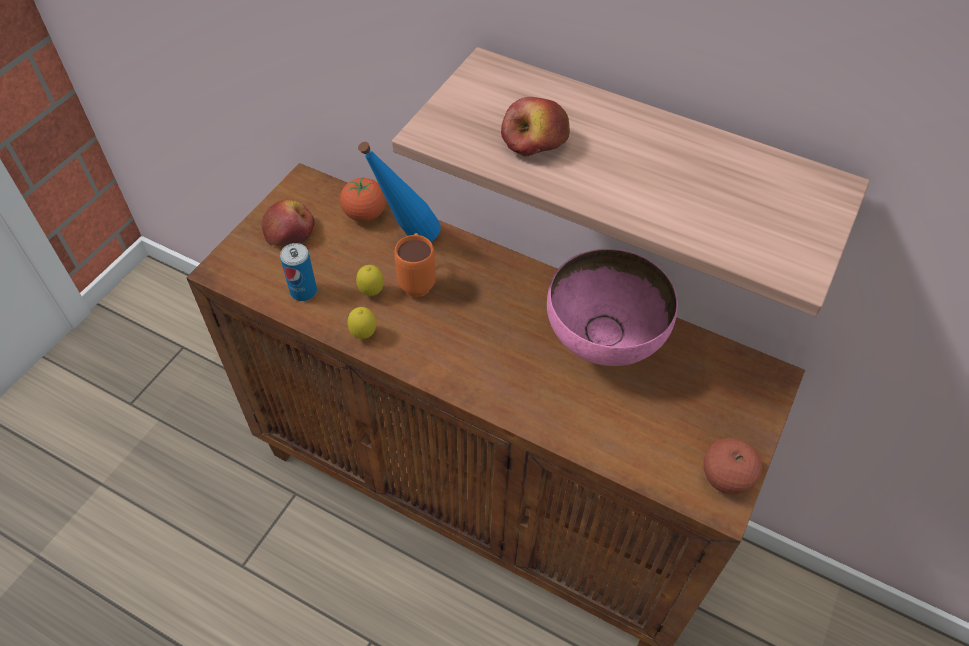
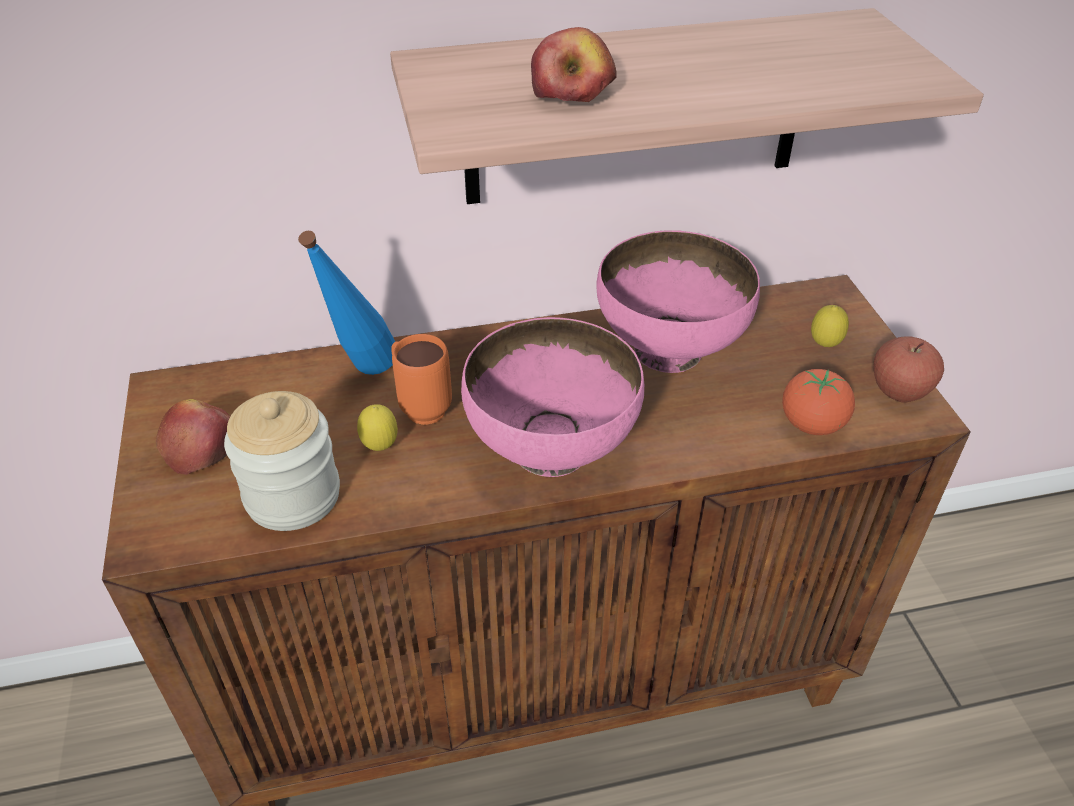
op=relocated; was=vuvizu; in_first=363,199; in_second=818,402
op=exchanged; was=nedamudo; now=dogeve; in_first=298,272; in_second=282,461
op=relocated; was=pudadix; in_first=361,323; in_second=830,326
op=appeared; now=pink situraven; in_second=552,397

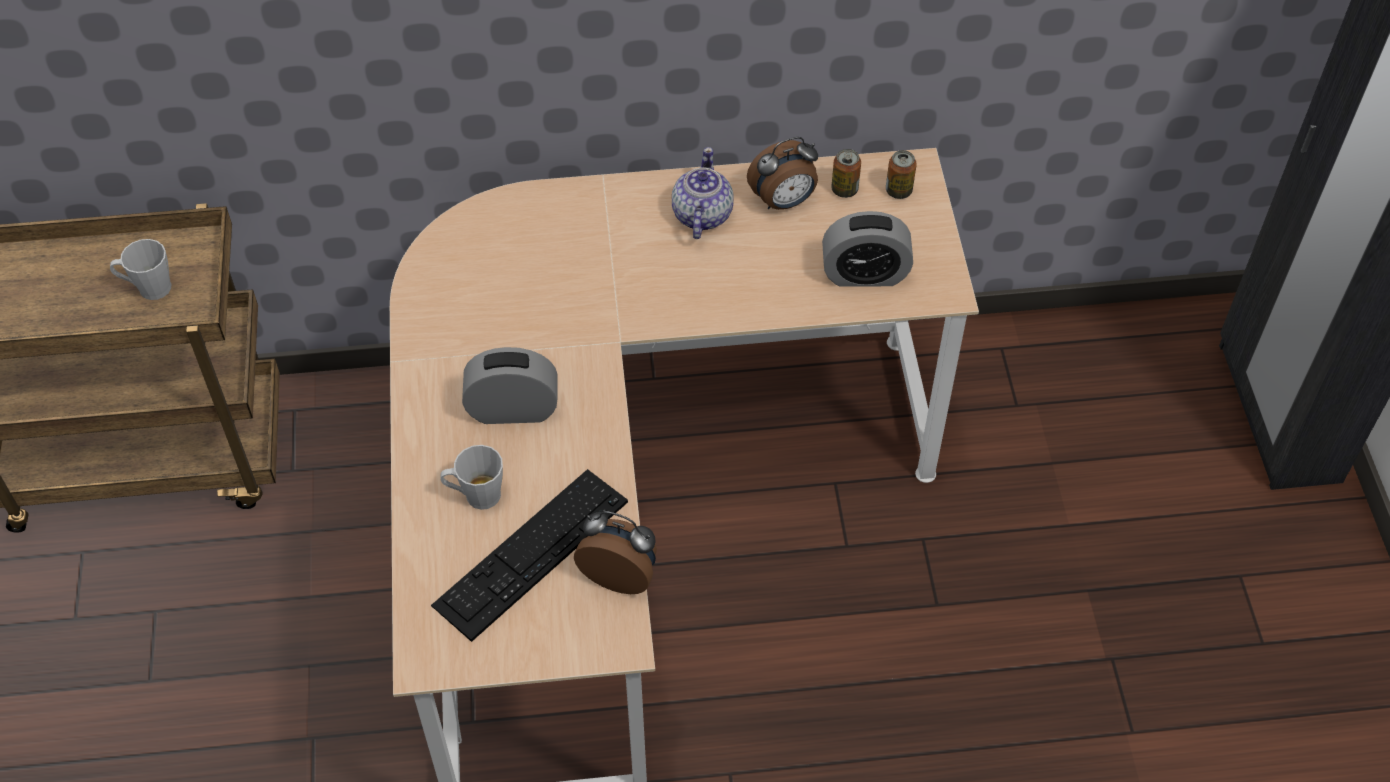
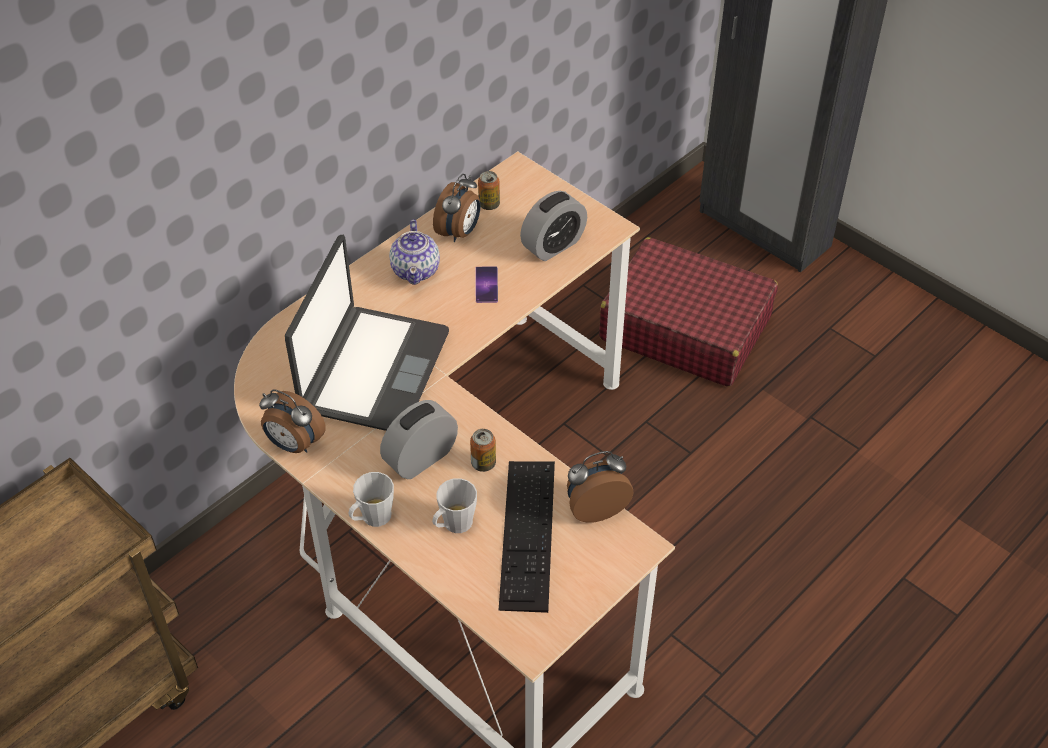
op=spun; was=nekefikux; in_first=702,193; in_second=414,252; clockwise=-150
op=relocated; was=nedamudo; in_first=901,174; in_second=483,450
op=relocated; was=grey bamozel; in_first=140,269; in_second=371,499
op=appeared; now=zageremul; in_second=367,333
op=appeared; now=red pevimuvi; in_second=688,312
op=appeared; now=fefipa; in_second=487,284
op=appeared; now=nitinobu; in_second=292,421

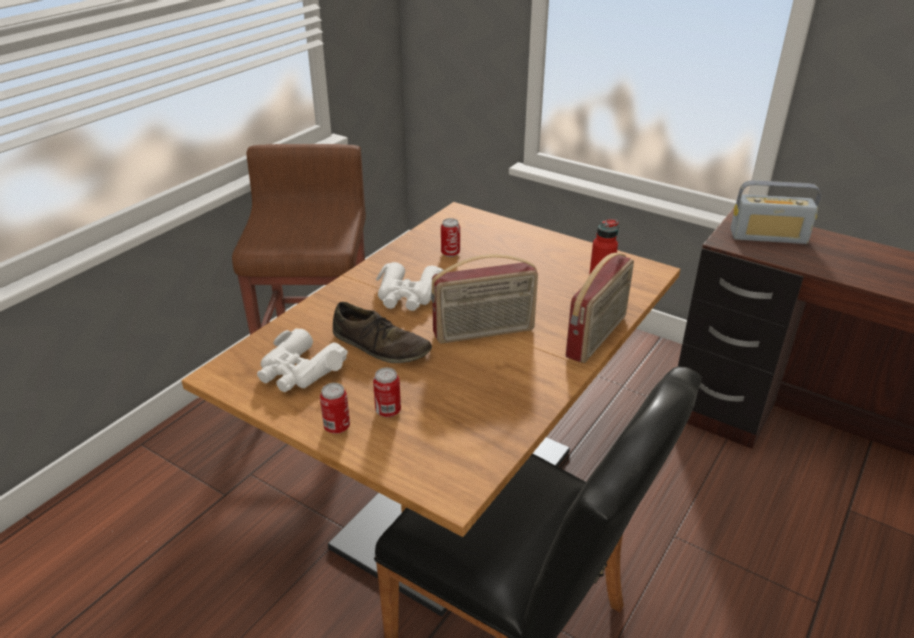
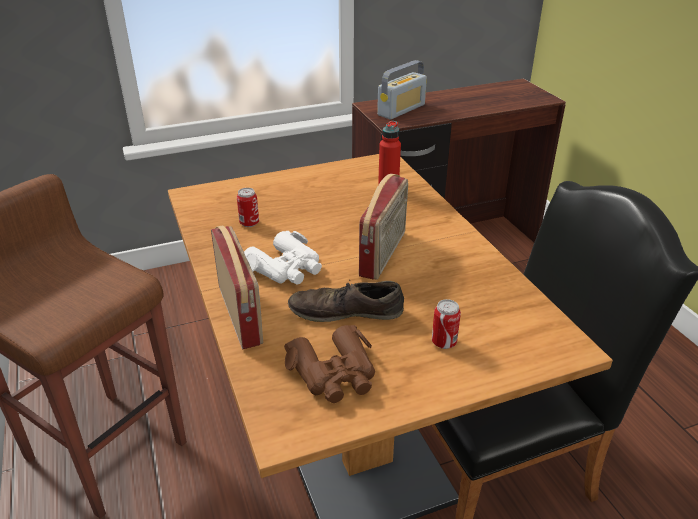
op=relocated; was=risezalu; in_first=600,308; in_second=237,287
op=spun; was=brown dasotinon; in_first=382,332; in_second=346,301; clockwise=-150
op=colour; was=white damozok; now=brown damozok; in_first=302,360; in_second=329,364
op=missing; was=nedamudo; in_first=335,408

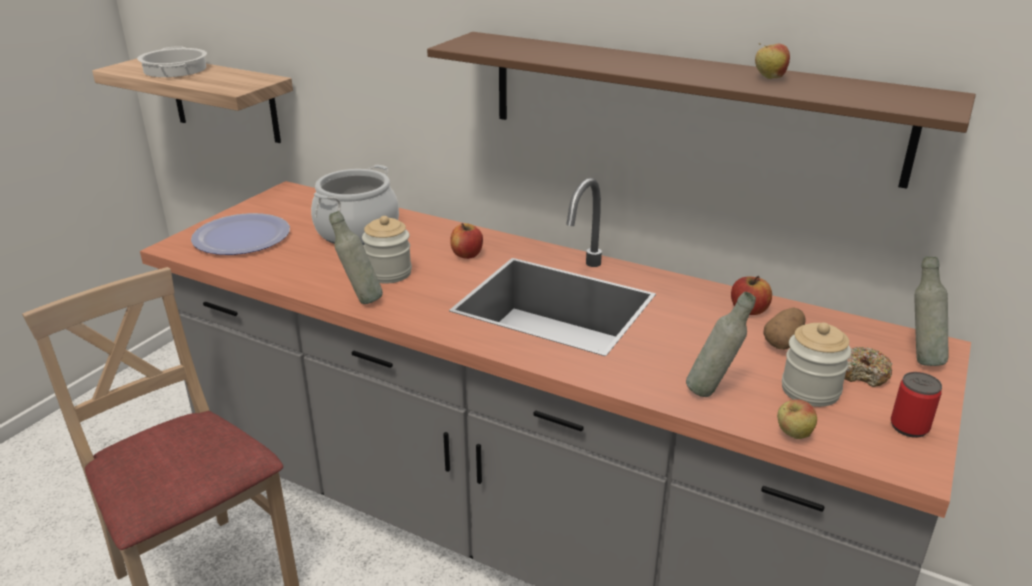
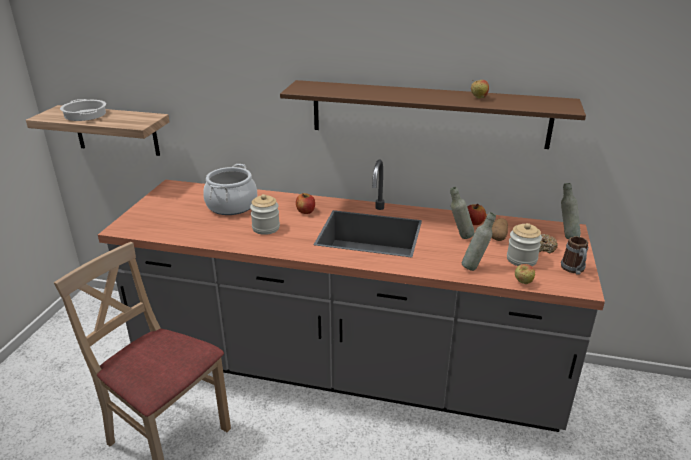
op=relocated; was=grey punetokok; in_first=356,257; in_second=462,213
op=missing; was=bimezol; in_first=240,234
op=exchanged; was=nedamudo; now=bamozel; in_first=916,405; in_second=574,255

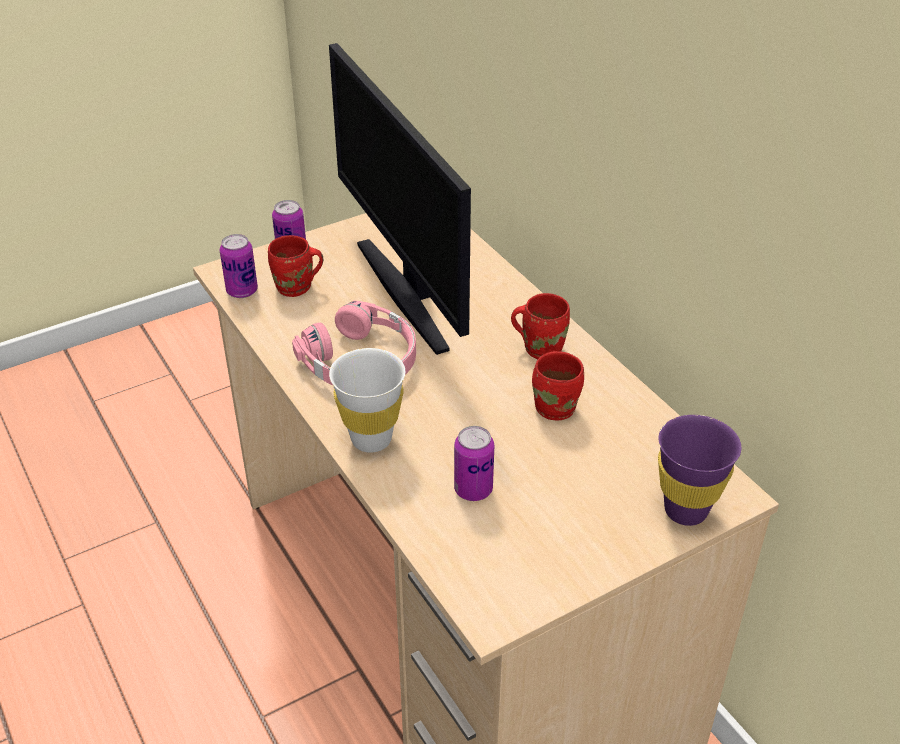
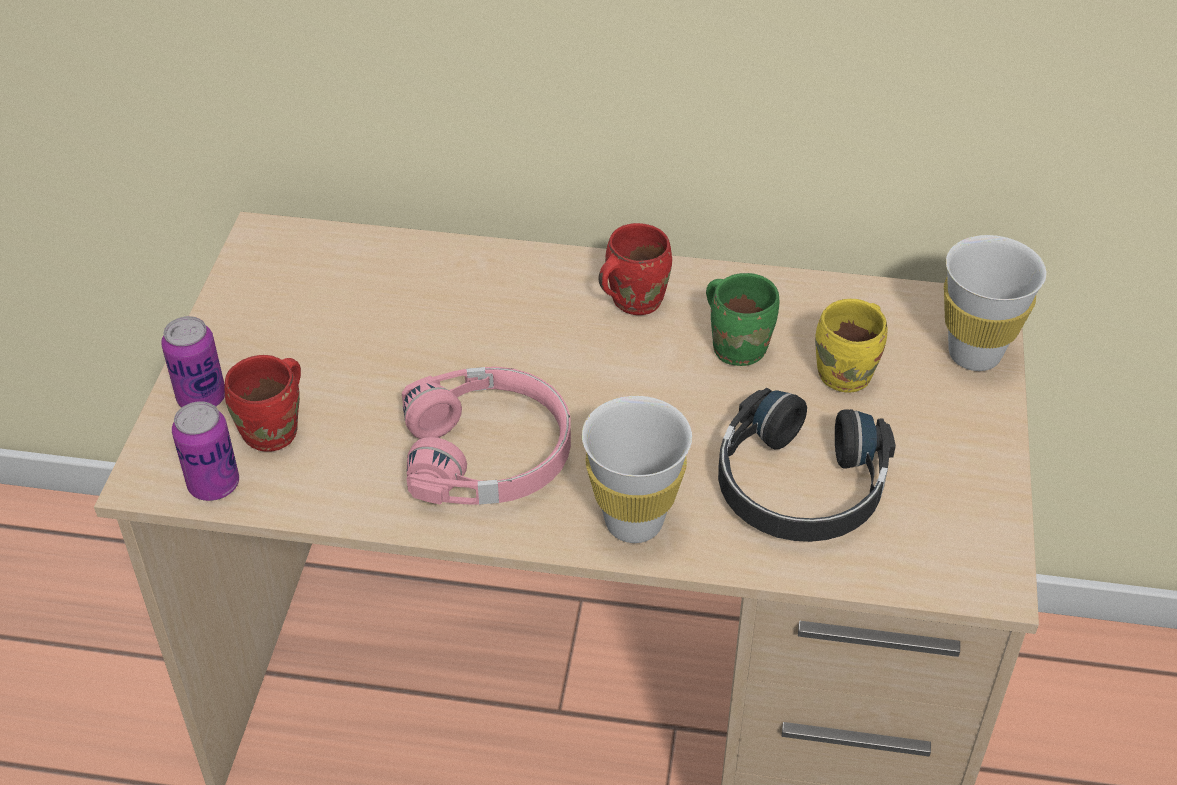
op=missing; was=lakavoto; in_first=400,199
op=colour; was=red bamozel; now=green bamozel; in_first=558,385; in_second=742,319
op=colour; was=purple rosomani; now=white rosomani; in_first=699,470; in_second=995,303
op=exchanged; was=nedamudo; now=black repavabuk; in_first=474,463; in_second=807,465
op=appeared; now=yellow bamozel; in_second=851,345

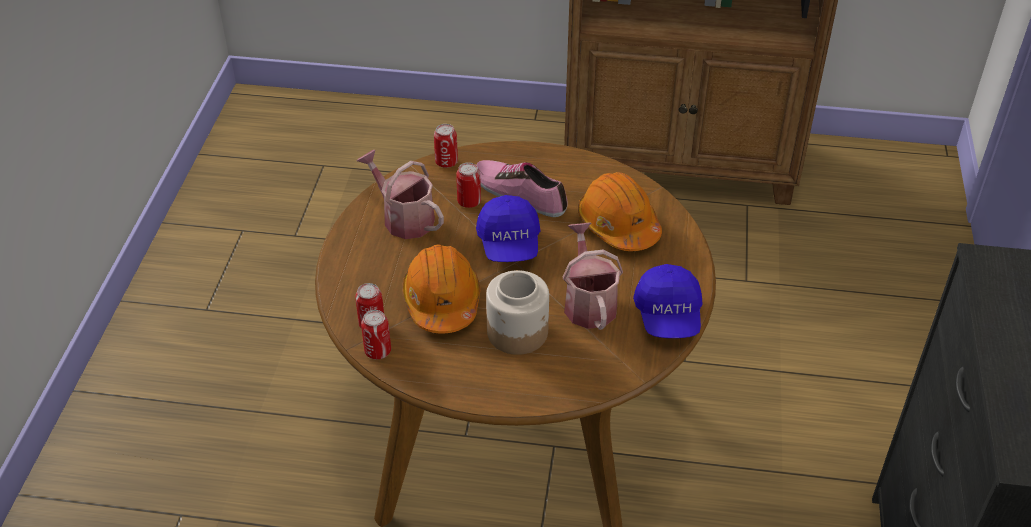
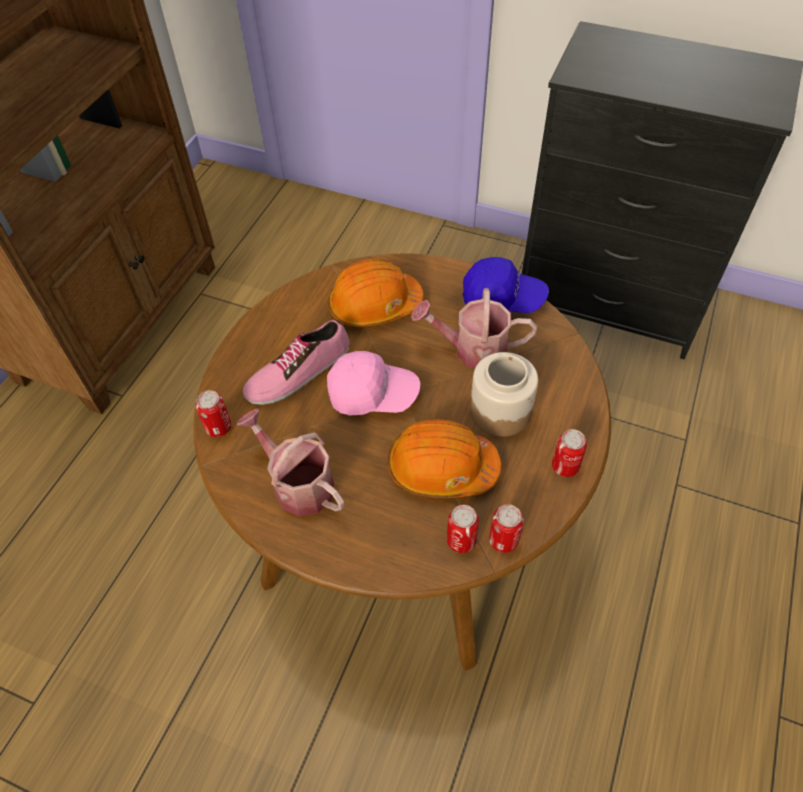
op=spun; was=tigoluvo; in_first=400,194; in_second=290,462; clockwise=75
op=relocated; was=nedamudo; in_first=468,185; in_second=569,453
op=colour; was=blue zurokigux; now=pink zurokigux; in_first=508,228; in_second=373,383

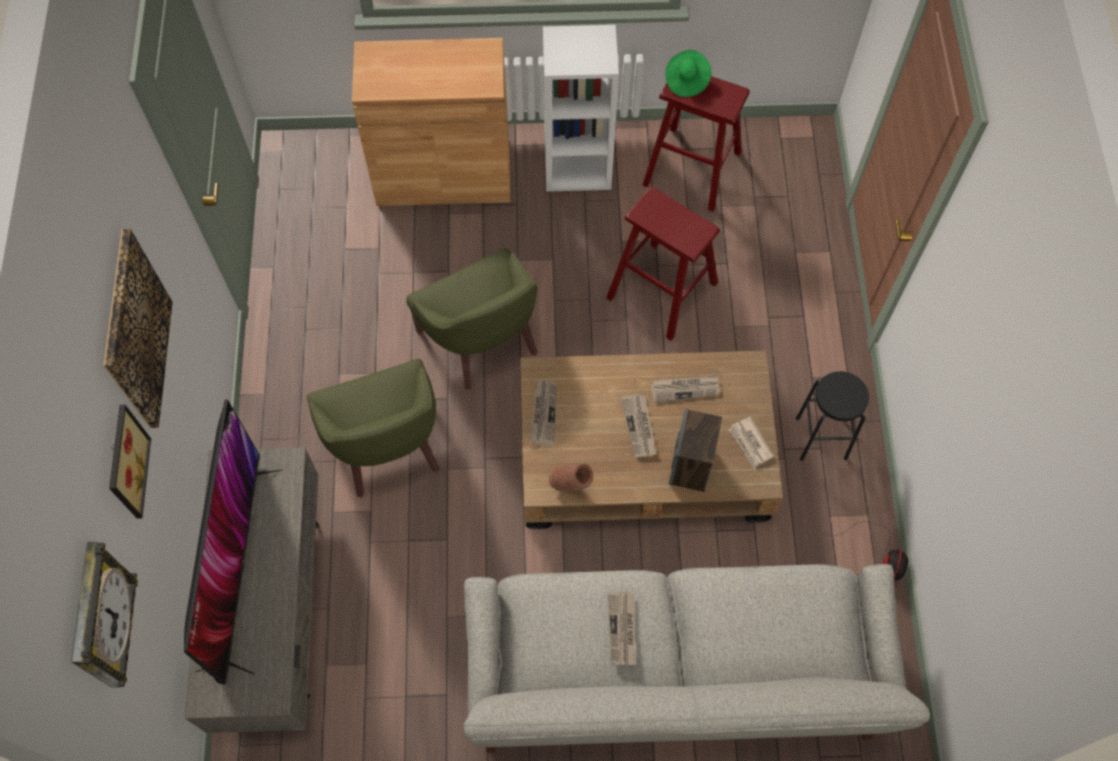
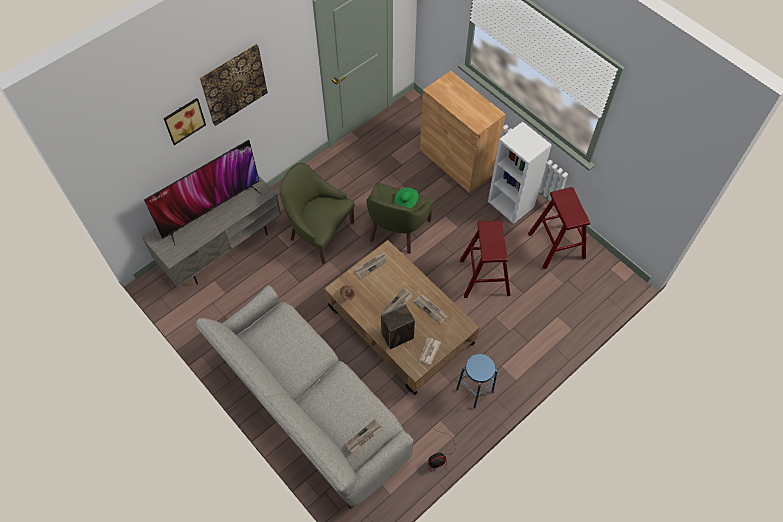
op=relocated; was=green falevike; in_first=688,73; in_second=406,198
op=spun; was=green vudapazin; in_first=373,428; in_second=317,213; clockwise=90
op=colour; was=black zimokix; now=blue zimokix; in_first=832,416; in_second=476,381
op=missing; was=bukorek; in_first=104,615
op=relocated; was=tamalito; in_first=621,628; in_second=364,436

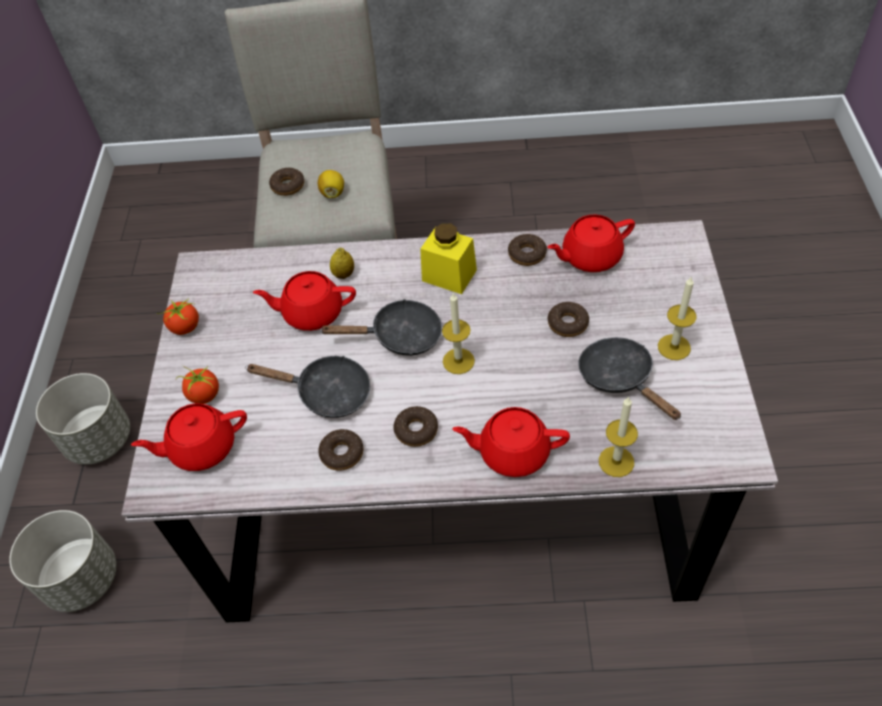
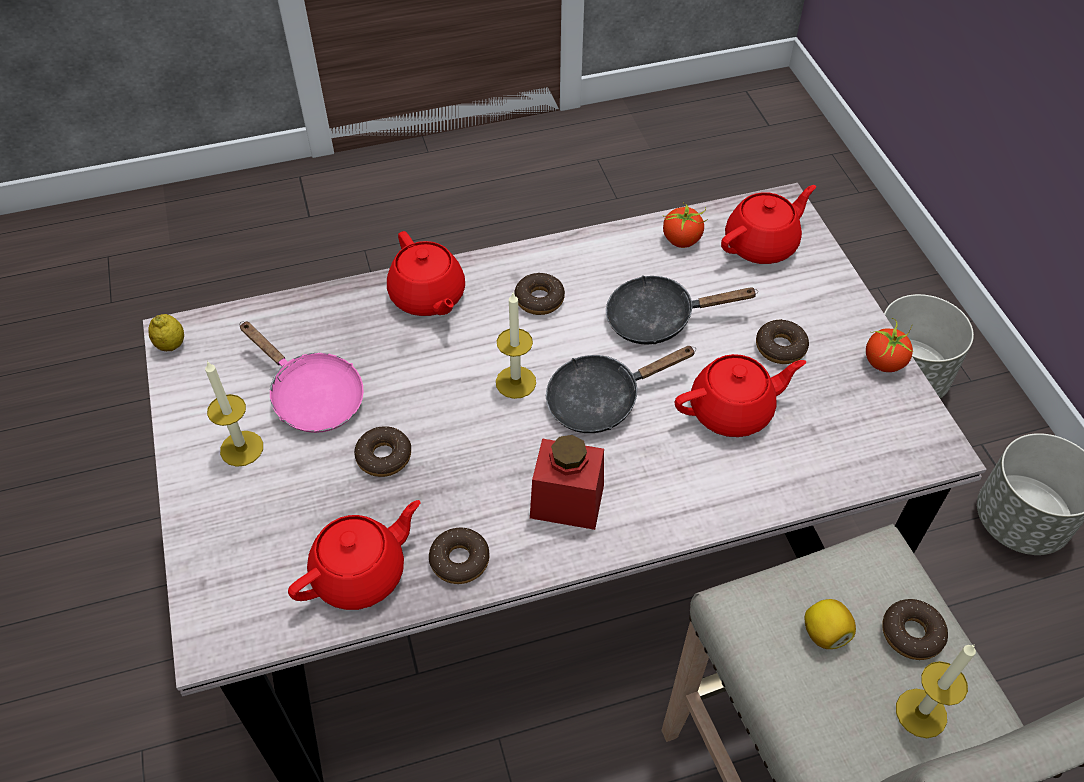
op=colour; was=yellow dogeve; now=red dogeve; in_first=448,258; in_second=567,482
op=relocated; was=pudadix; in_first=342,263; in_second=166,332
op=colour; was=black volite; now=pink volite; in_first=629,378; in_second=301,377
op=relocated; was=vuvizu; in_first=197,385; in_second=685,225
op=relocated; was=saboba; in_first=618,437; in_second=936,691
op=spun; was=red nekefikux; in_first=511,442; in_second=426,273; clockwise=75
op=relocated; was=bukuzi; in_first=340,450; in_second=782,341

